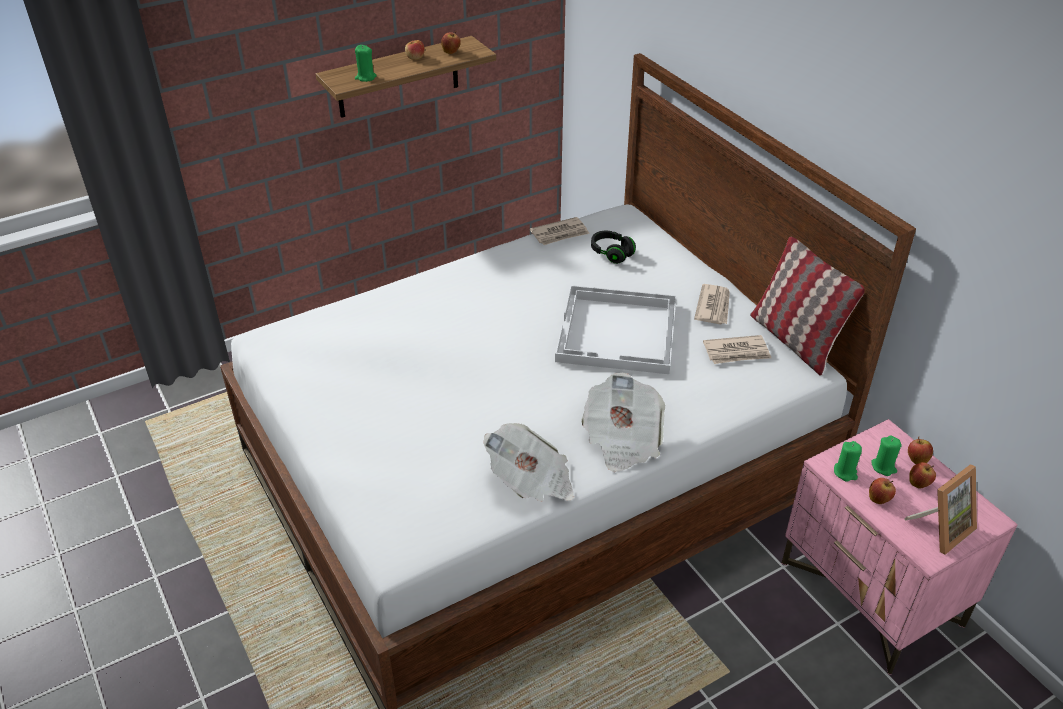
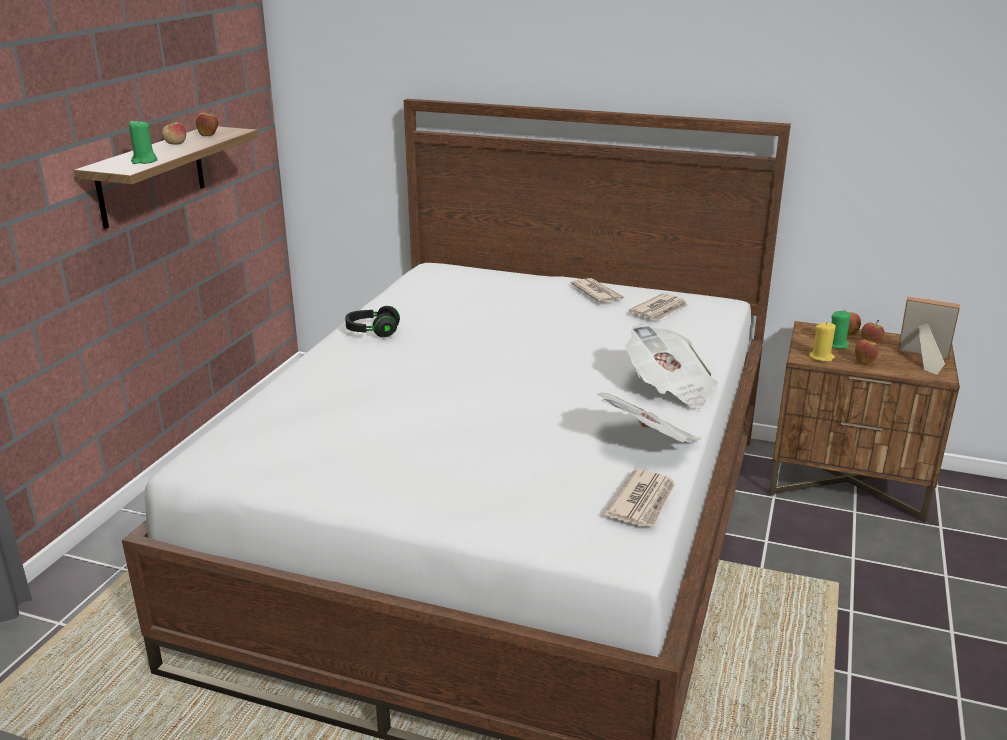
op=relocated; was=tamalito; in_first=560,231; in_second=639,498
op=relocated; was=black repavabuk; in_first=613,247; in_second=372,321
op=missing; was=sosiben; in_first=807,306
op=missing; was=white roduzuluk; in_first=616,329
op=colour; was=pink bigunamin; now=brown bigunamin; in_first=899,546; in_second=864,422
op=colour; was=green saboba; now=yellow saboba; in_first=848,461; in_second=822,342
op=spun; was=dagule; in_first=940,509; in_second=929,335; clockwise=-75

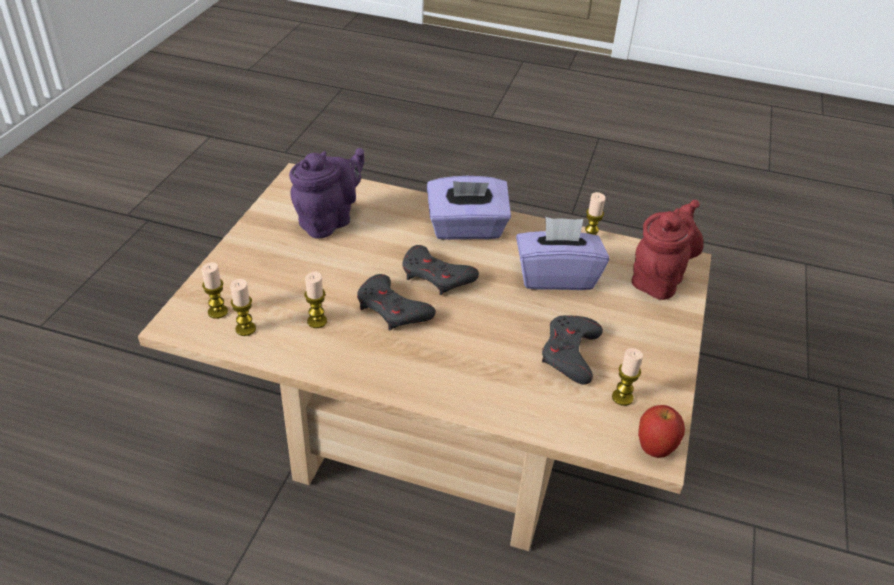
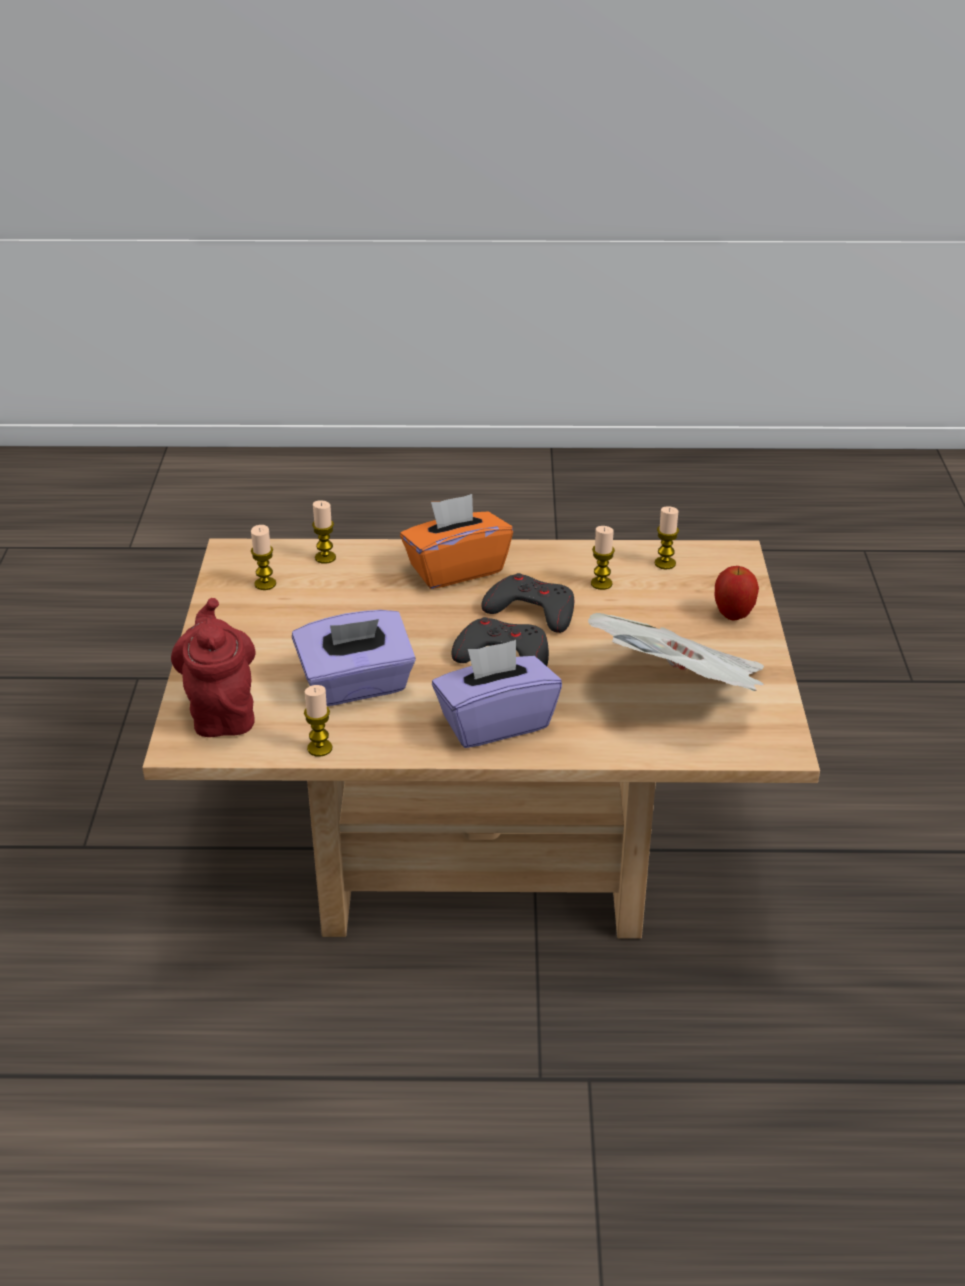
op=exchanged; was=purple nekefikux; now=tamalito; in_first=326,193; in_second=676,652
op=spun; was=red nekefikux; in_first=667,250; in_second=213,667; clockwise=150
op=relocated; was=saboba; in_first=214,290; in_second=324,532
op=missing; was=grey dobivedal; in_first=572,350
op=relocated; was=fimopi; in_first=661,431; in_second=737,593
op=appeared; now=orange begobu; in_second=456,541

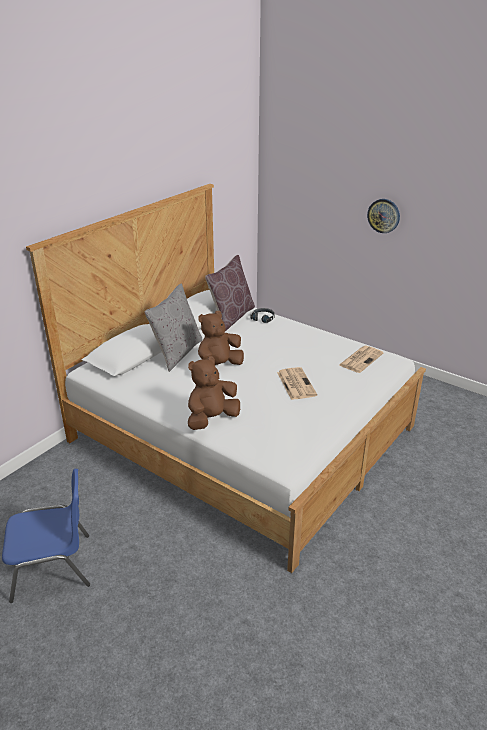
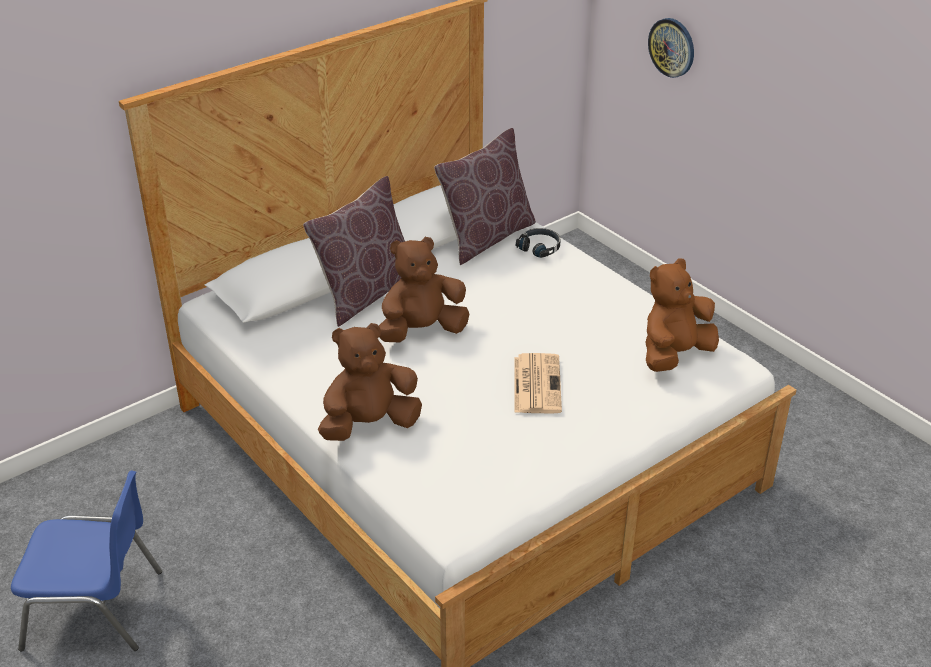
op=relocated; was=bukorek; in_first=383,216; in_second=671,48
op=colour; was=grey sosiben; now=brown sosiben; in_first=174,328; in_second=354,251
op=exchanged; was=tamalito; now=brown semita; in_first=361,359; in_second=682,315

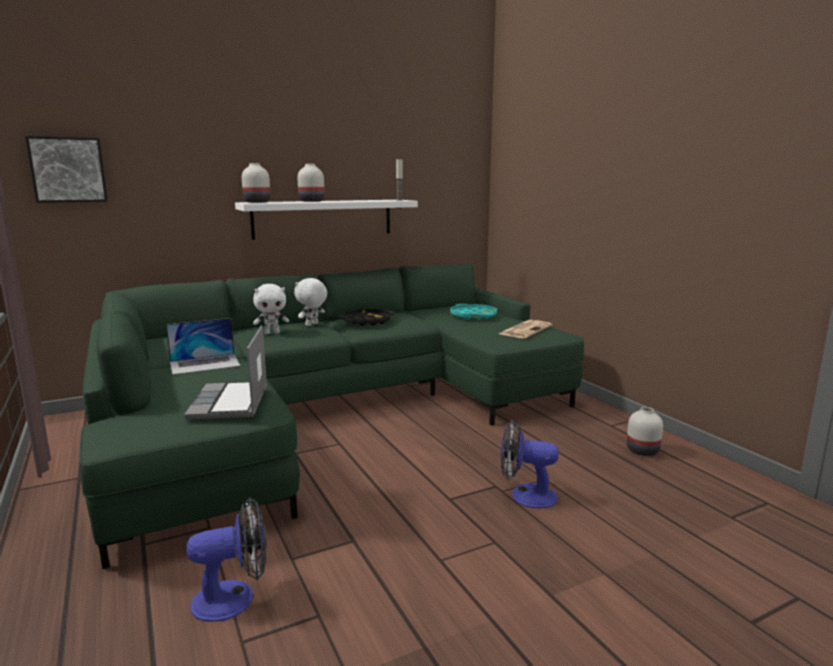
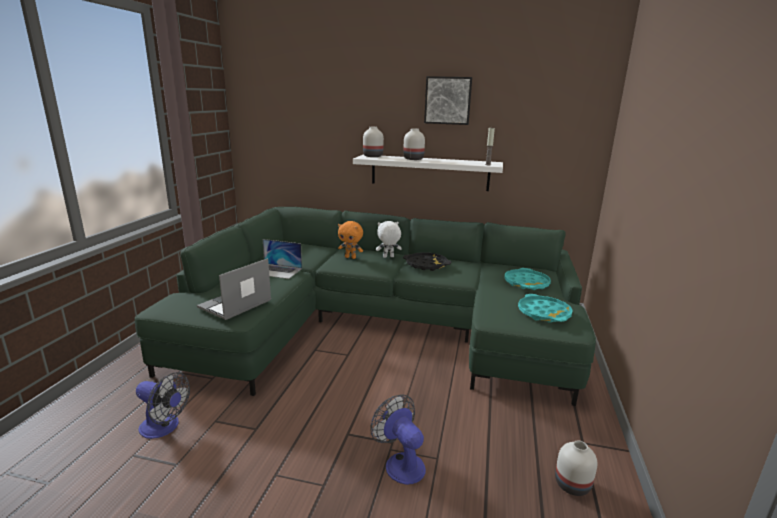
op=relocated; was=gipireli; in_first=66,169; in_second=448,100
op=colour; was=white semita; now=orange semita; in_first=271,309; in_second=350,240
op=exchanged; was=tamalito; now=turquoise roduzuluk; in_first=525,329; in_second=545,308

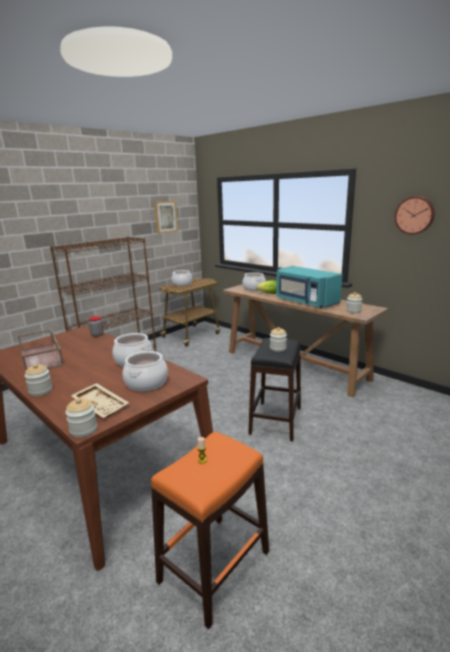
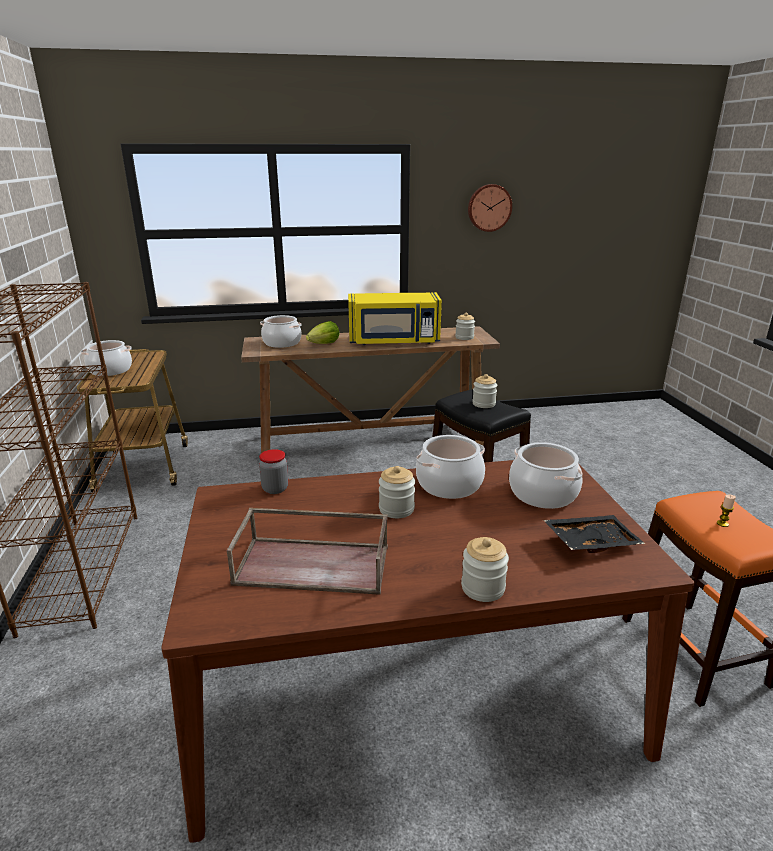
op=missing; was=gipireli; in_first=166,217
op=colour; was=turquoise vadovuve; now=yellow vadovuve; in_first=310,287; in_second=395,318
op=colour; was=beige roduzuluk; now=black roduzuluk; in_first=100,400; in_second=594,534
op=relocated; was=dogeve; in_first=81,418; in_second=397,492

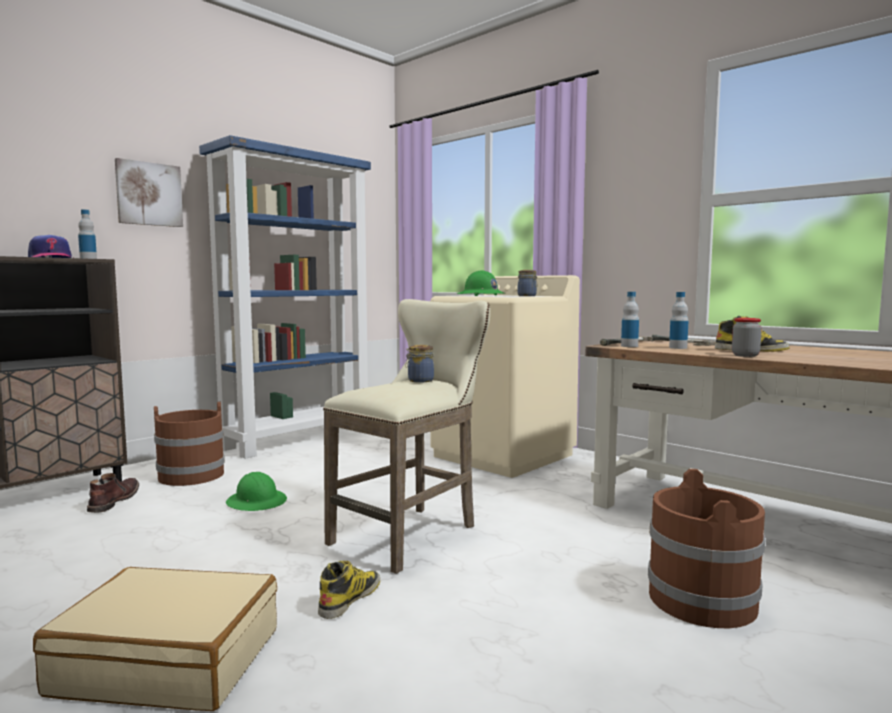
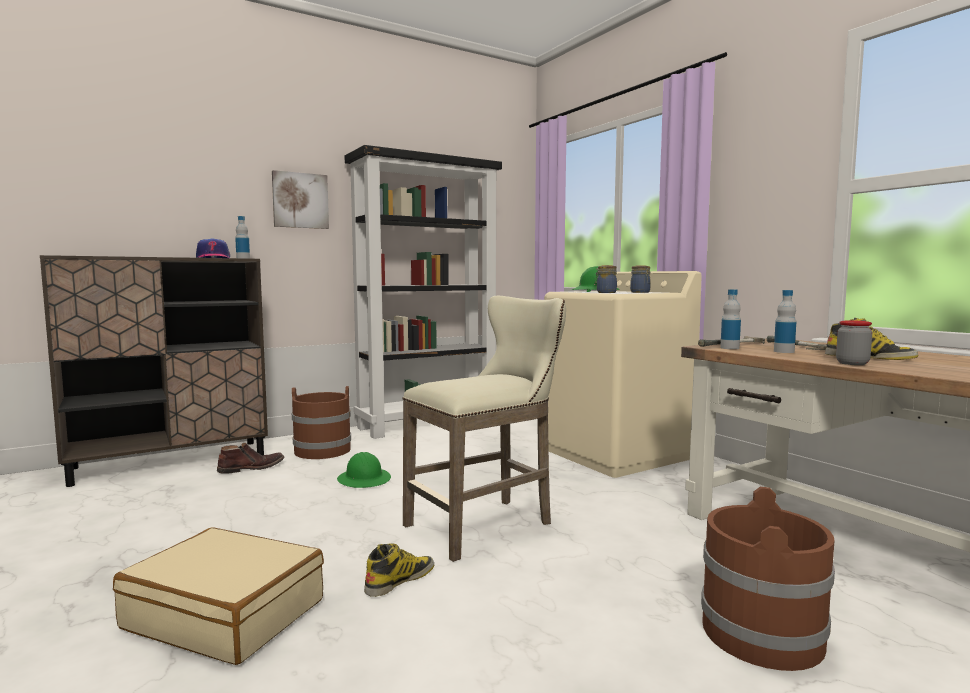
op=colour; was=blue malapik; now=black malapik; in_first=285,297; in_second=423,292
op=relocated; was=dogeve; in_first=420,364; in_second=606,279
op=spun; was=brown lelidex; in_first=113,493; in_second=250,458; clockwise=45

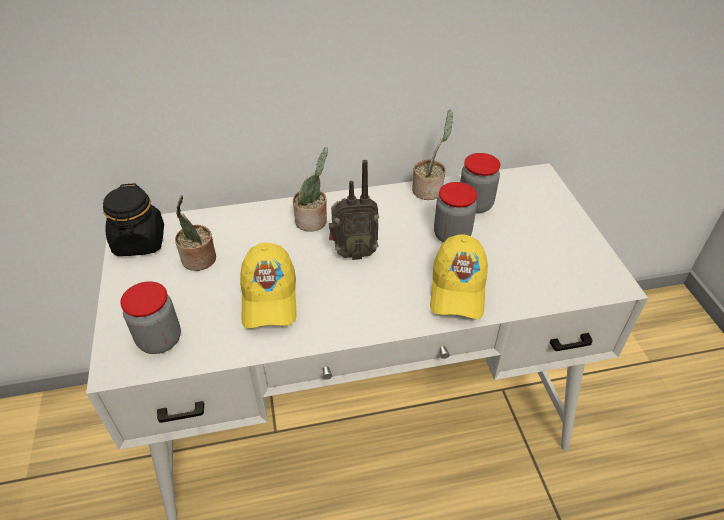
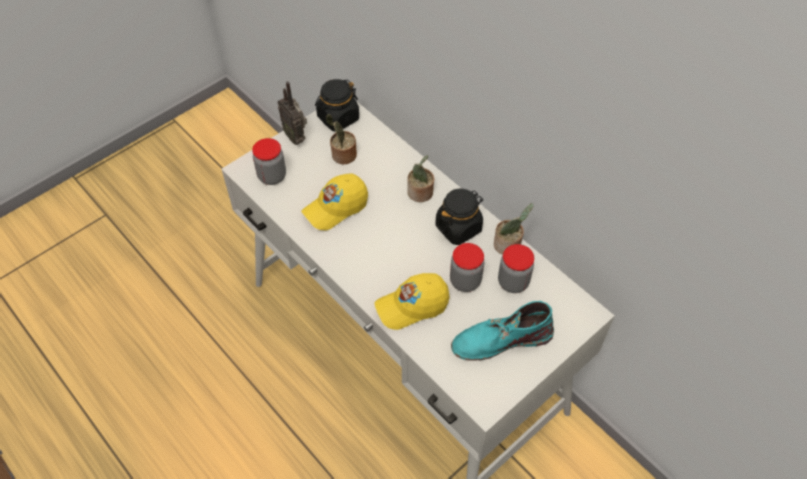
op=relocated; was=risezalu; in_first=354,210; in_second=292,113
op=appeared; now=black dogeve; in_second=459,217
op=appeared; now=turquoise lelidex; in_second=502,330

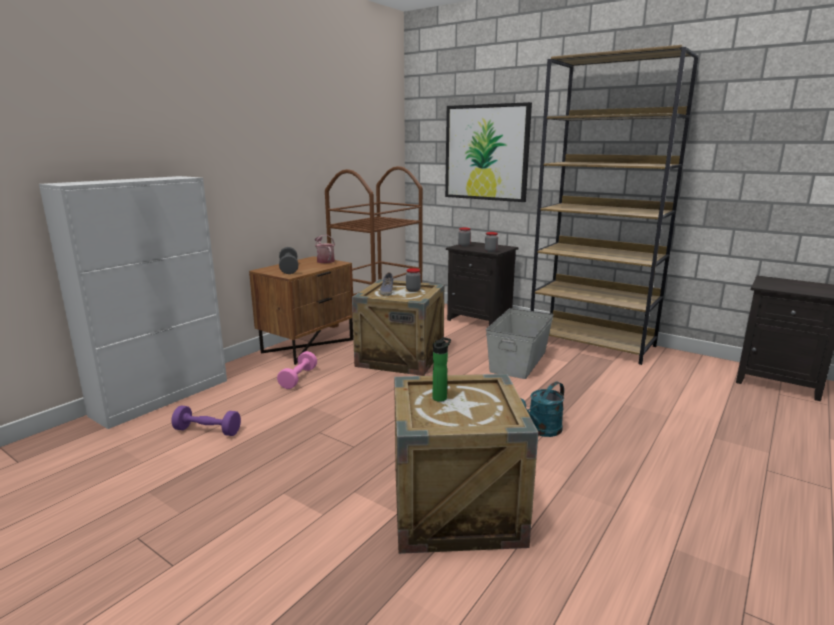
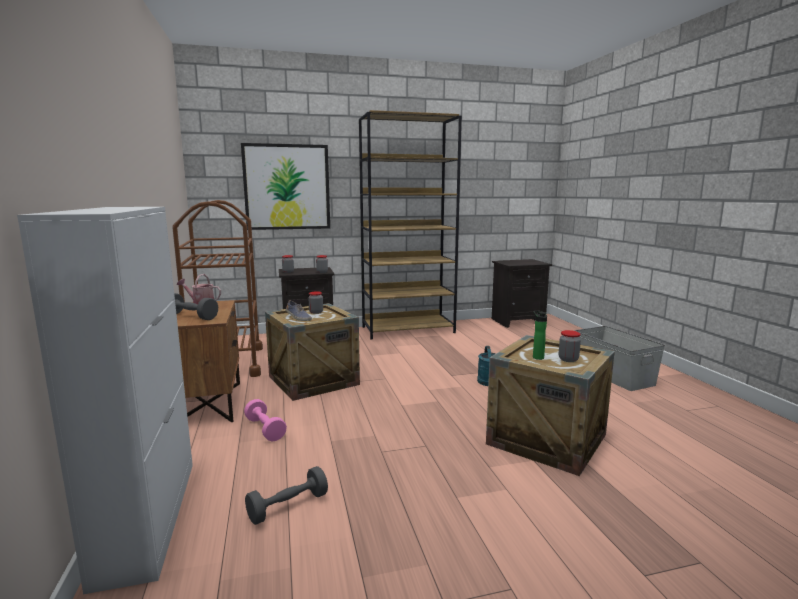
op=relocated; was=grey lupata; in_first=520,343; in_second=619,358
op=colour; was=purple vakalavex; now=grey vakalavex; in_first=206,421; in_second=286,495
op=appeared; now=dogeve; in_second=570,346

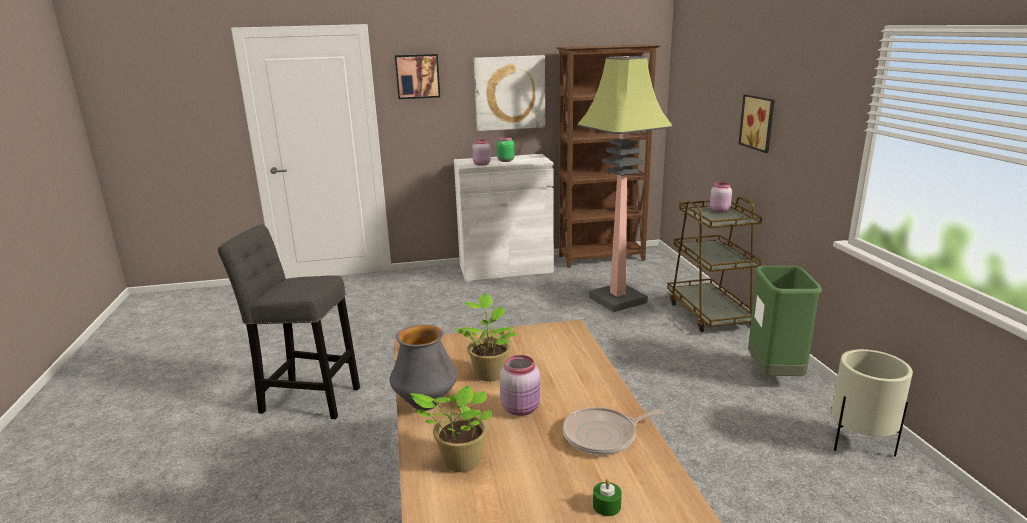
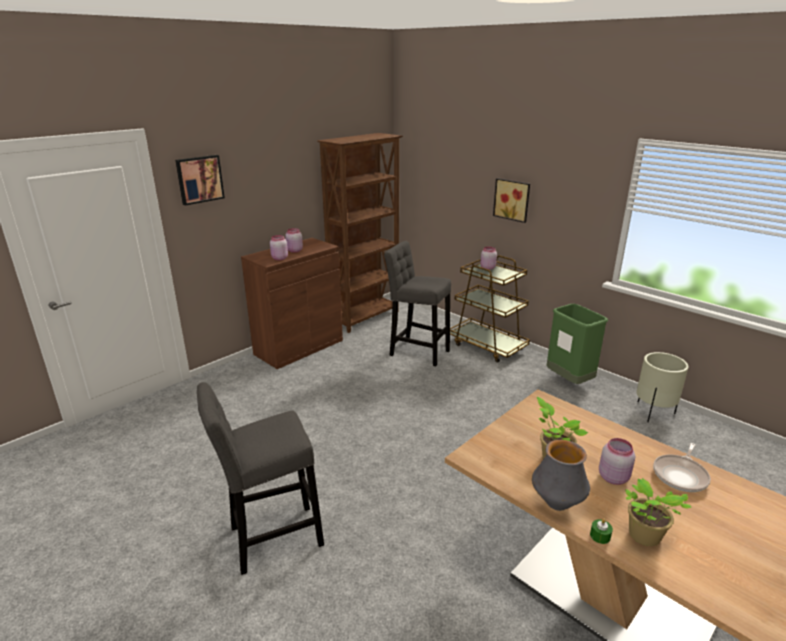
op=missing; was=gipireli; in_first=509,93
op=exchanged; was=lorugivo; now=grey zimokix; in_first=624,184; in_second=417,303
op=colour; was=green dogeve; now=pink dogeve; in_first=506,149; in_second=294,240
op=colour; was=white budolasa; now=brown budolasa; in_first=504,217; in_second=292,303
op=relocated; was=green saboba; in_first=607,497; in_second=601,531

